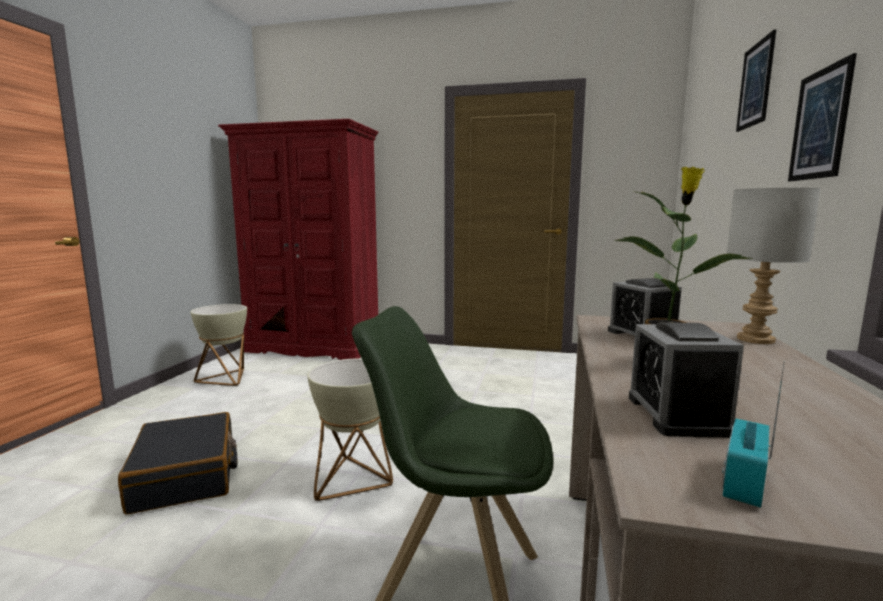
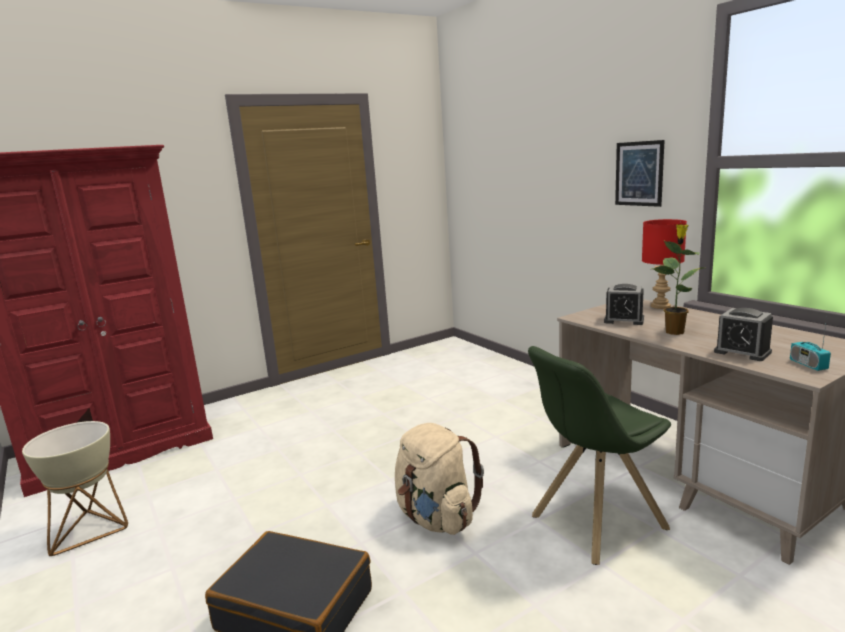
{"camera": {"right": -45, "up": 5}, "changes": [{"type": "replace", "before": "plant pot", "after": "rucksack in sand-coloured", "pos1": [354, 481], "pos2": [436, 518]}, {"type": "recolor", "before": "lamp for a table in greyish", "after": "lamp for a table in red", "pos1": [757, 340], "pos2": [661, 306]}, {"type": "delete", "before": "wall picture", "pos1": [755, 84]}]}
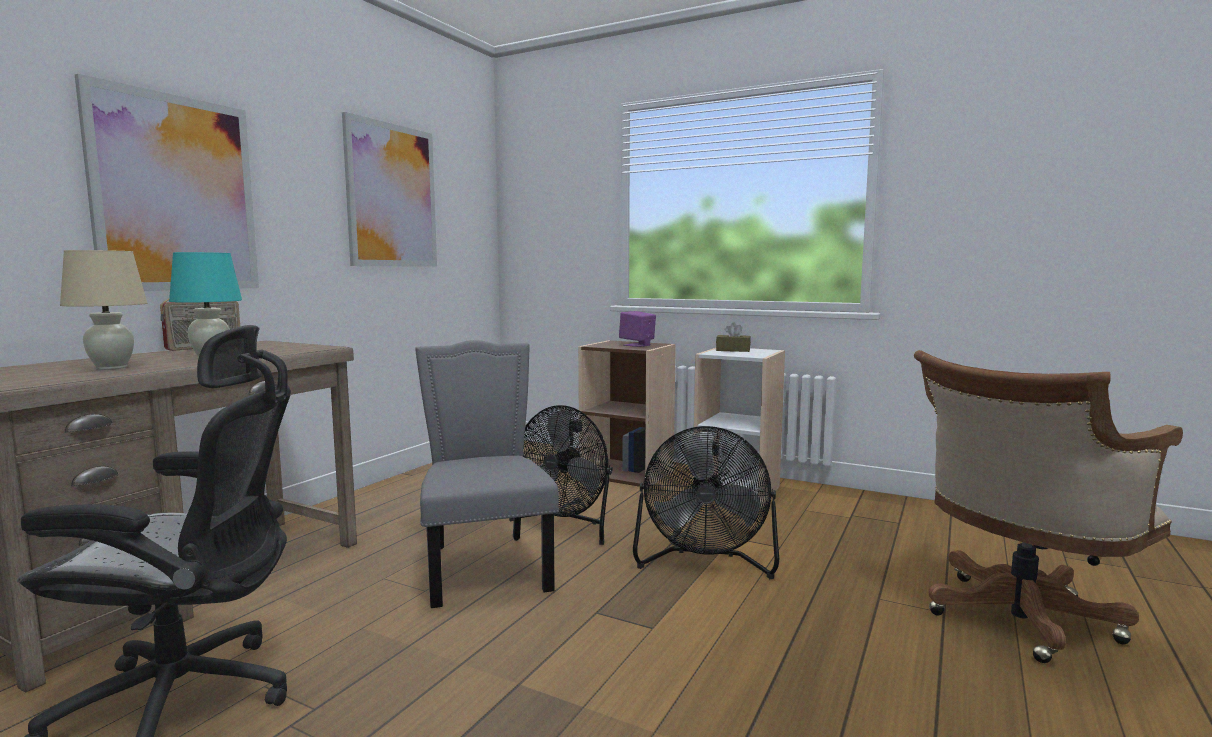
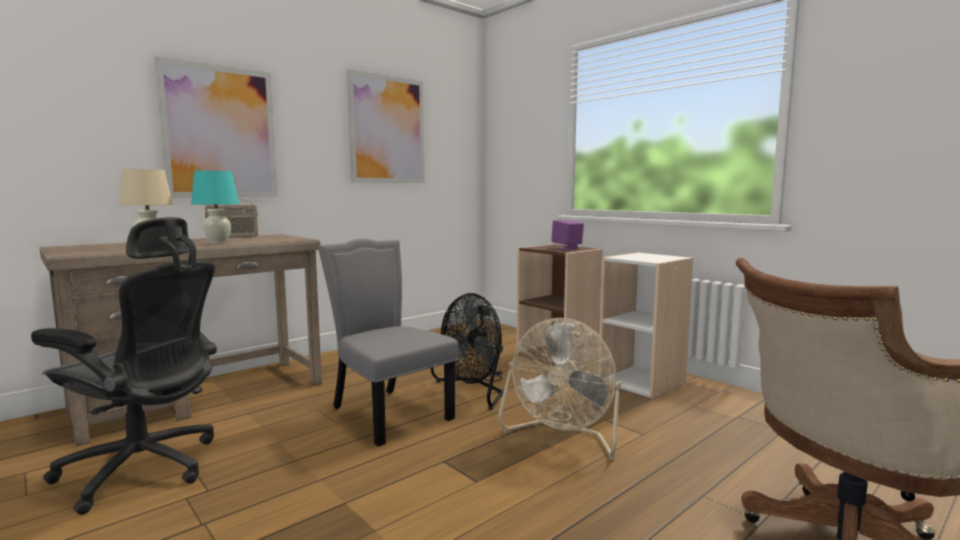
{"camera": {"right": 20, "up": 0}, "changes": [{"type": "rotate", "before": "upright chair in greyish", "pos1": [486, 570], "pos2": [390, 415], "turn": -45}, {"type": "recolor", "before": "electric fan in black-coloured", "after": "electric fan in sand-coloured", "pos1": [700, 561], "pos2": [560, 435]}, {"type": "delete", "before": "tissue holder in brownish", "pos1": [733, 350]}]}
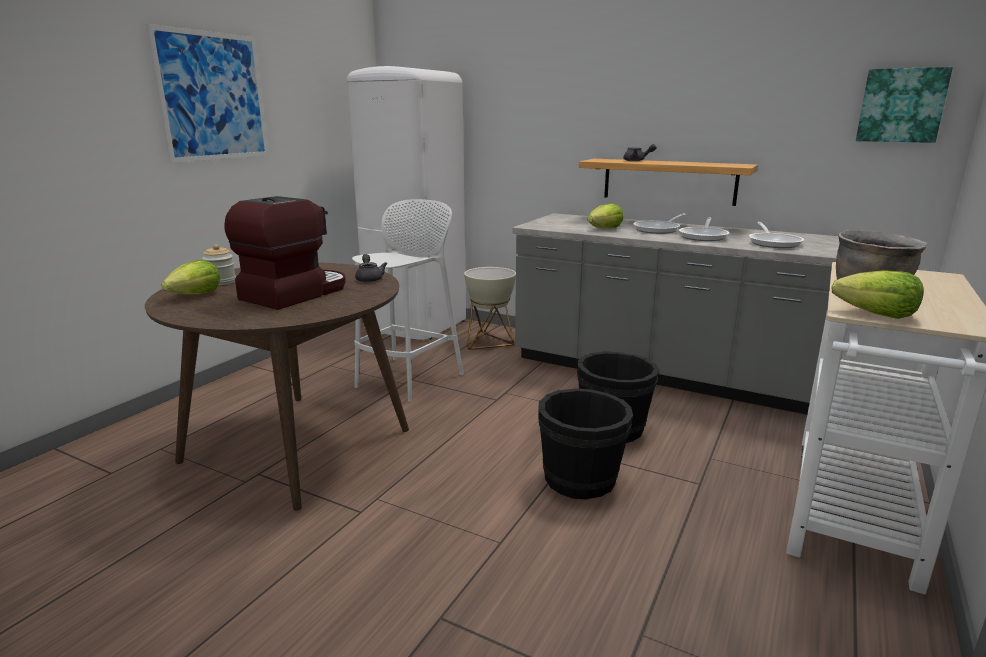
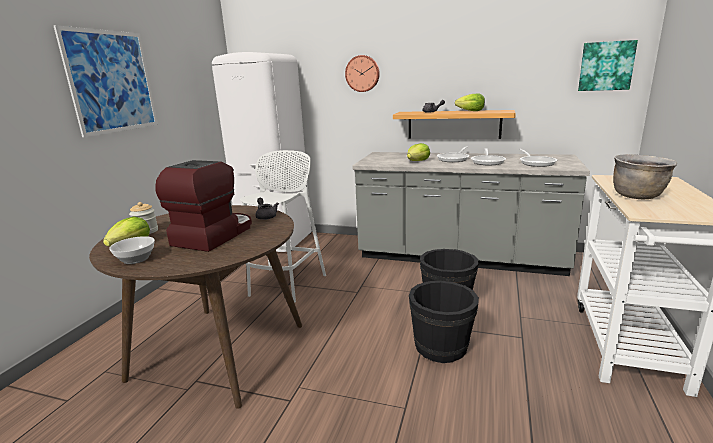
{"camera": {"right": -10, "up": 0}, "changes": [{"type": "insert", "after": "bowl", "pos2": [135, 259]}, {"type": "insert", "after": "wall clock", "pos2": [362, 73]}, {"type": "move", "before": "lettuce", "pos1": [876, 314], "pos2": [471, 111]}, {"type": "delete", "before": "plant pot", "pos1": [489, 342]}]}
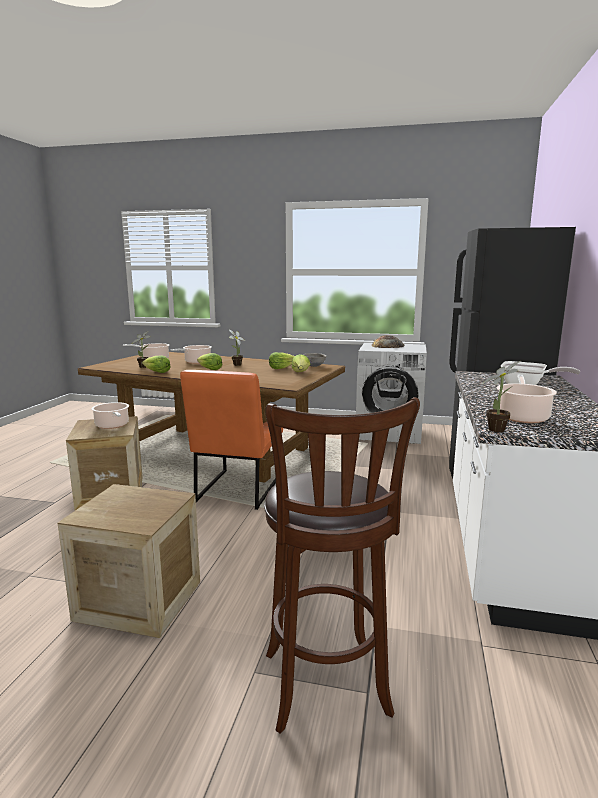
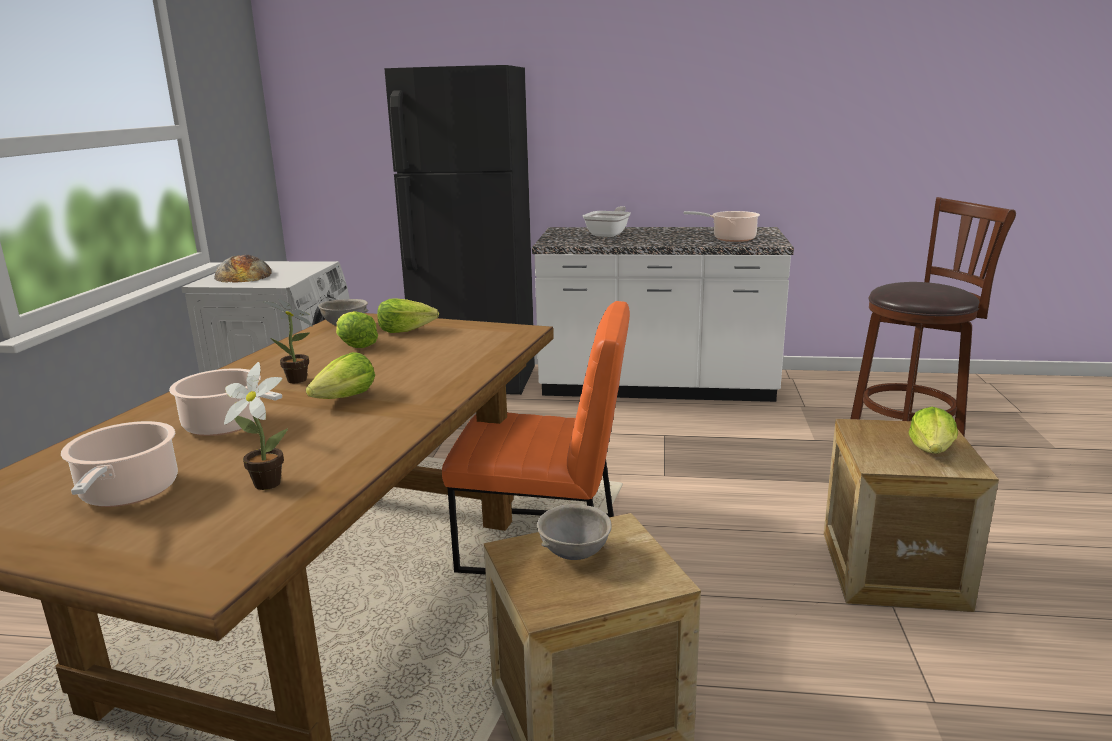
{"camera": {"right": -95, "up": 5}, "changes": [{"type": "replace", "before": "saucepot", "after": "bowl in greyish", "pos1": [112, 426], "pos2": [575, 554]}, {"type": "move", "before": "lettuce", "pos1": [156, 372], "pos2": [931, 451]}, {"type": "delete", "before": "potted plant", "pos1": [499, 429]}]}
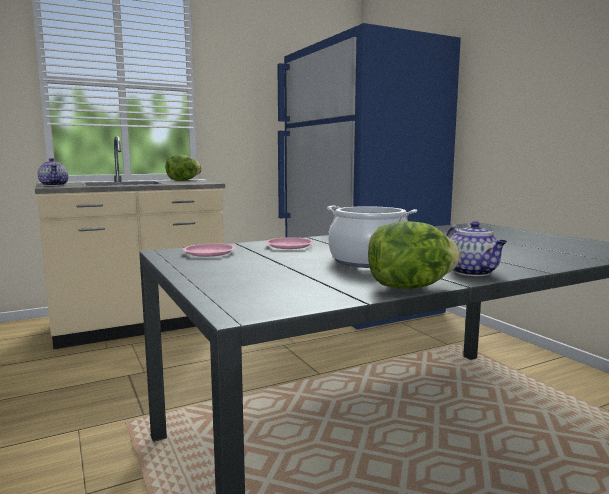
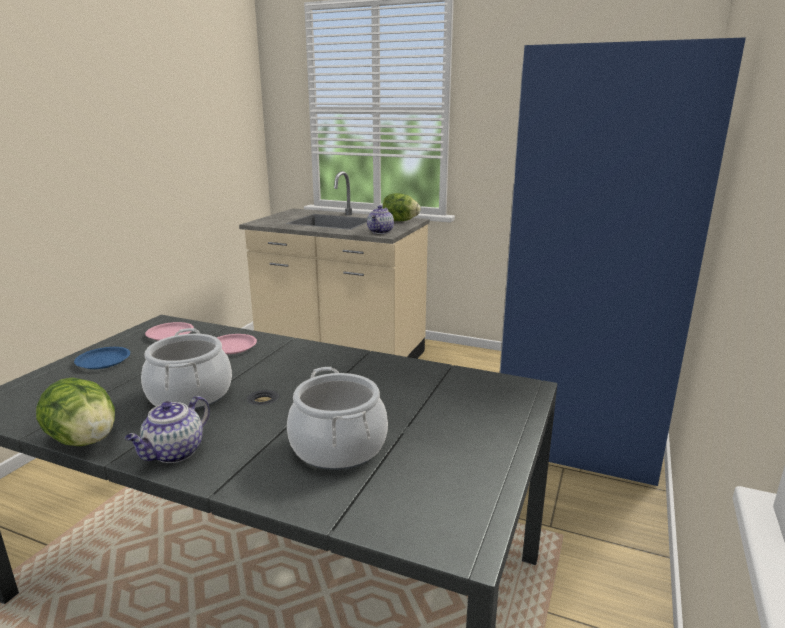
{"camera": {"right": 50, "up": 10}, "changes": [{"type": "insert", "after": "flat dish in blue", "pos2": [103, 361]}, {"type": "insert", "after": "saucepot", "pos2": [338, 446]}, {"type": "move", "before": "tea pot", "pos1": [55, 185], "pos2": [381, 232]}]}
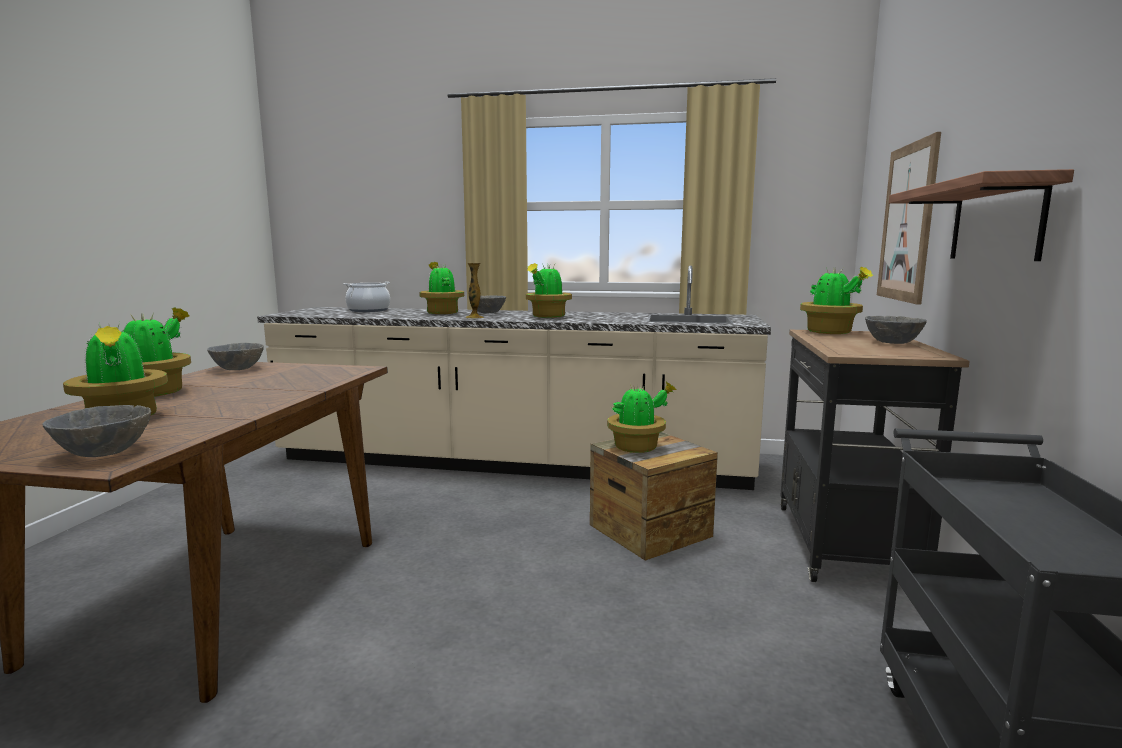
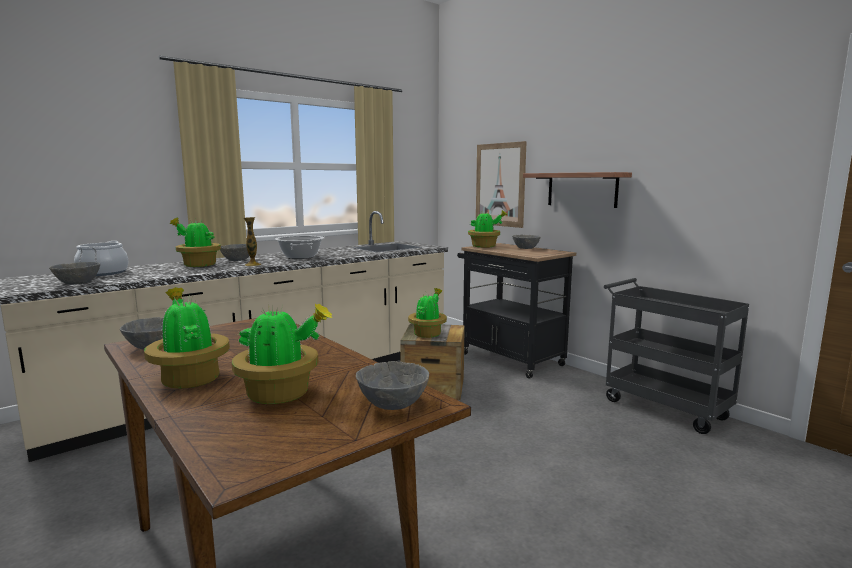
{"camera": {"right": -50, "up": 0}, "changes": [{"type": "insert", "after": "bowl in greyish", "pos2": [78, 283]}, {"type": "replace", "before": "potted plant", "after": "saucepot", "pos1": [547, 316], "pos2": [301, 257]}]}
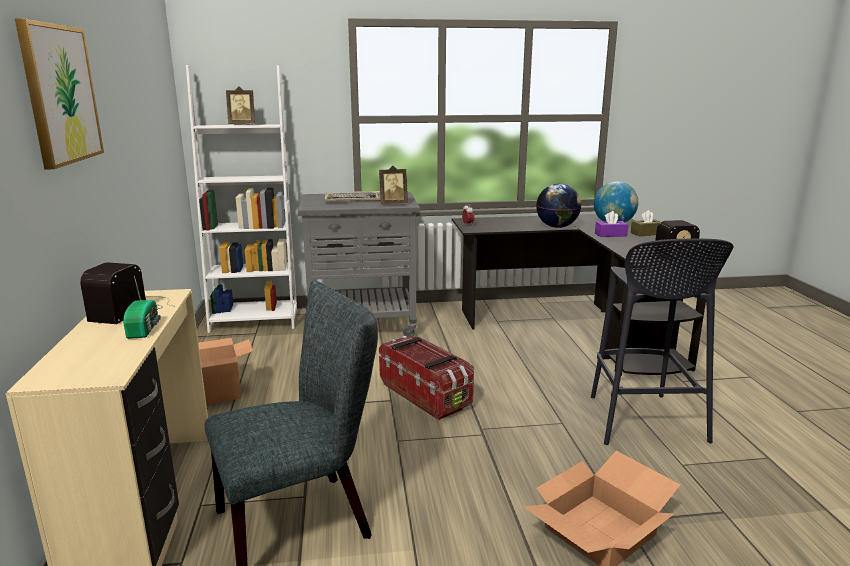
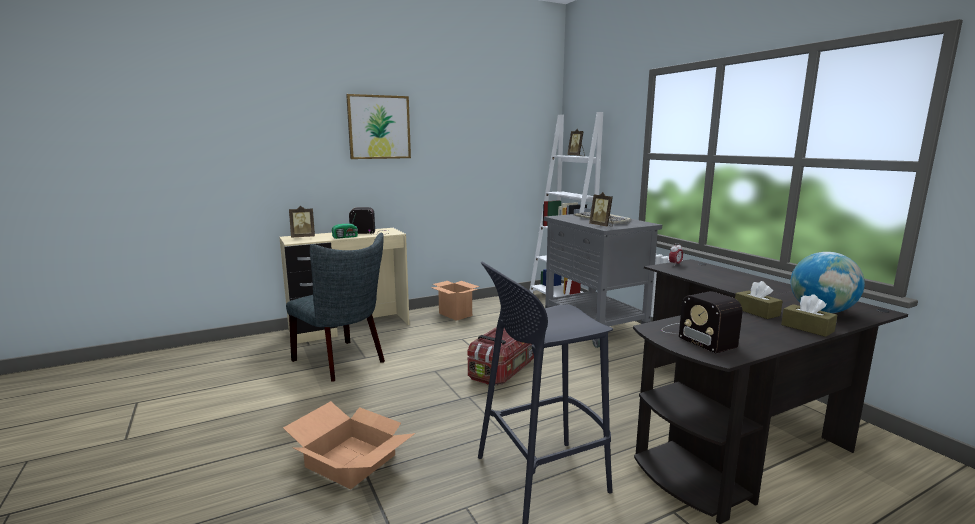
{"camera": {"right": 70, "up": -5}, "changes": [{"type": "insert", "after": "photo frame", "pos2": [303, 237]}, {"type": "recolor", "before": "tissue holder in purple", "after": "tissue holder in brownish", "pos1": [610, 235], "pos2": [756, 312]}, {"type": "delete", "before": "globe", "pos1": [557, 227]}]}
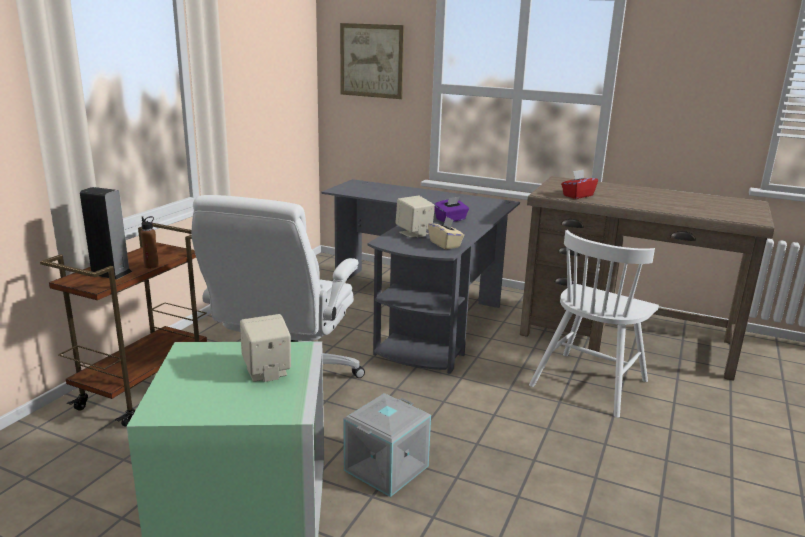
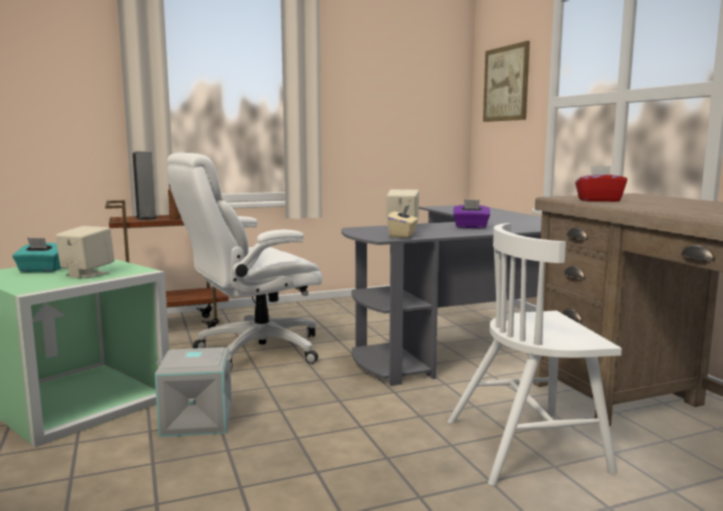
{"camera": {"right": 45, "up": -10}, "changes": [{"type": "insert", "after": "tissue holder in turquoise", "pos2": [41, 270]}]}
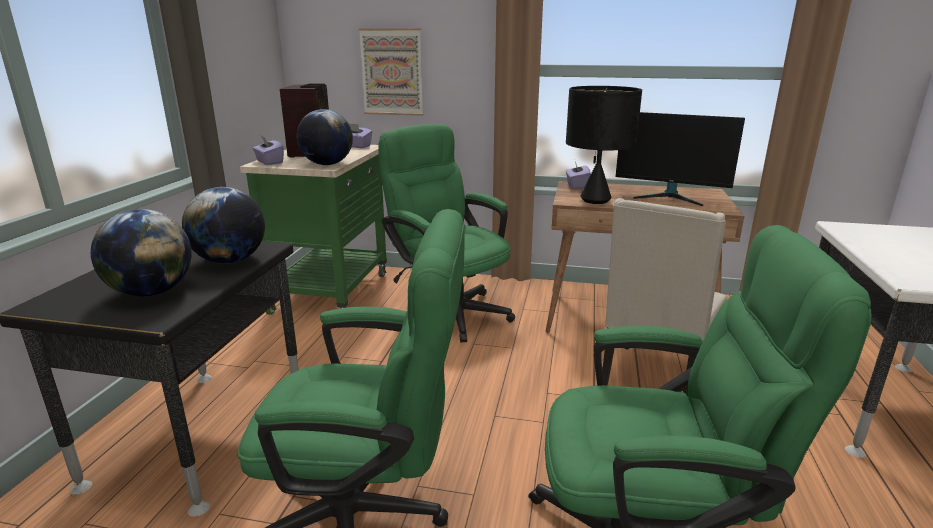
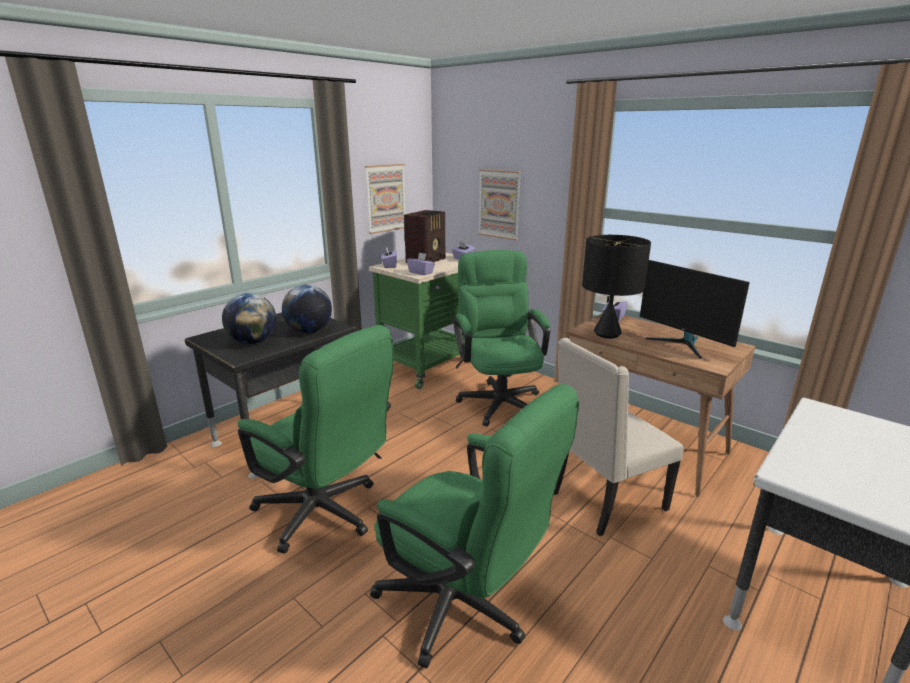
{"camera": {"right": 30, "up": 0}, "changes": [{"type": "insert", "after": "wall picture", "pos2": [385, 198]}, {"type": "replace", "before": "globe", "after": "tissue holder in purple", "pos1": [327, 164], "pos2": [421, 272]}]}
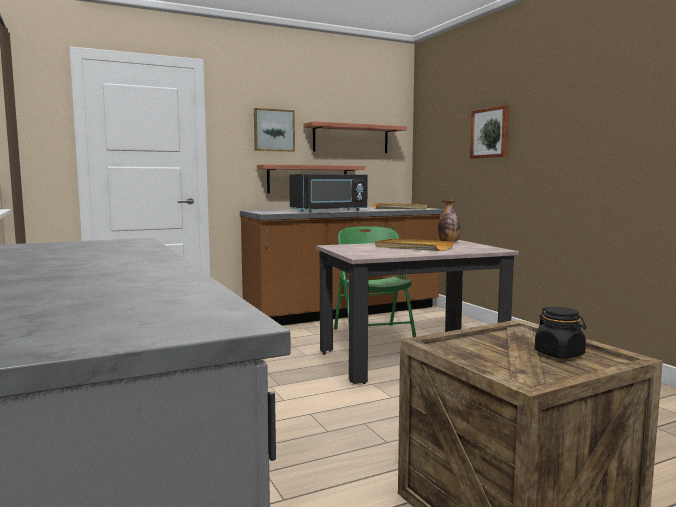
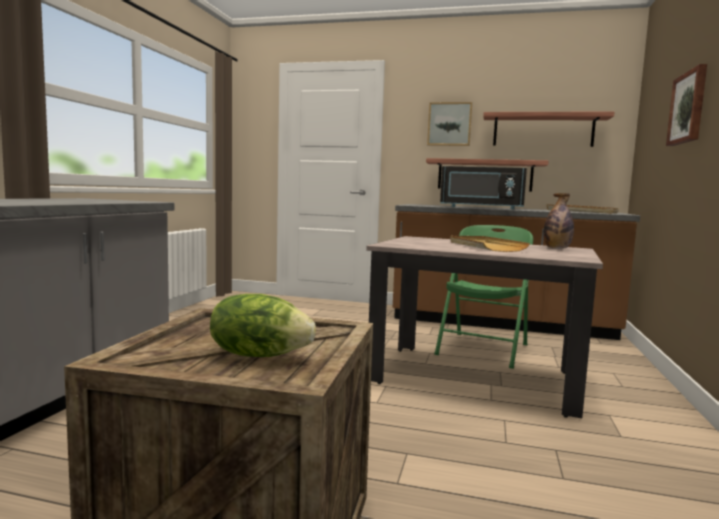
{"camera": {"right": 40, "up": 0}, "changes": [{"type": "replace", "before": "preserve jar in black-coloured", "after": "lettuce", "pos1": [559, 354], "pos2": [259, 354]}]}
